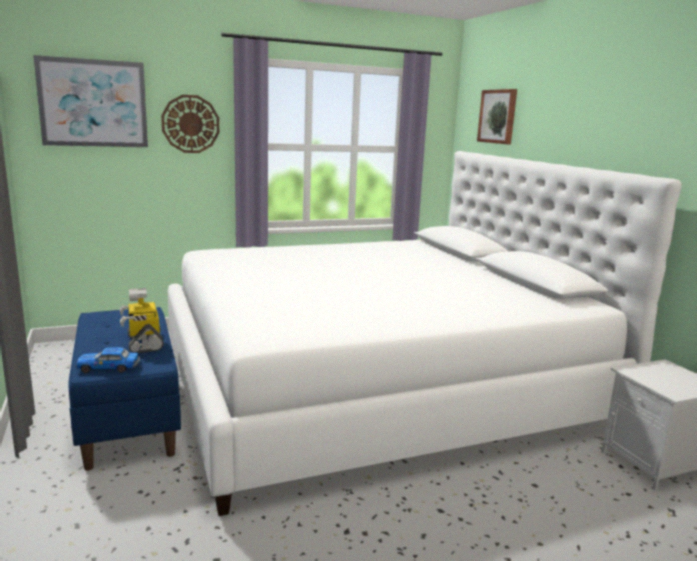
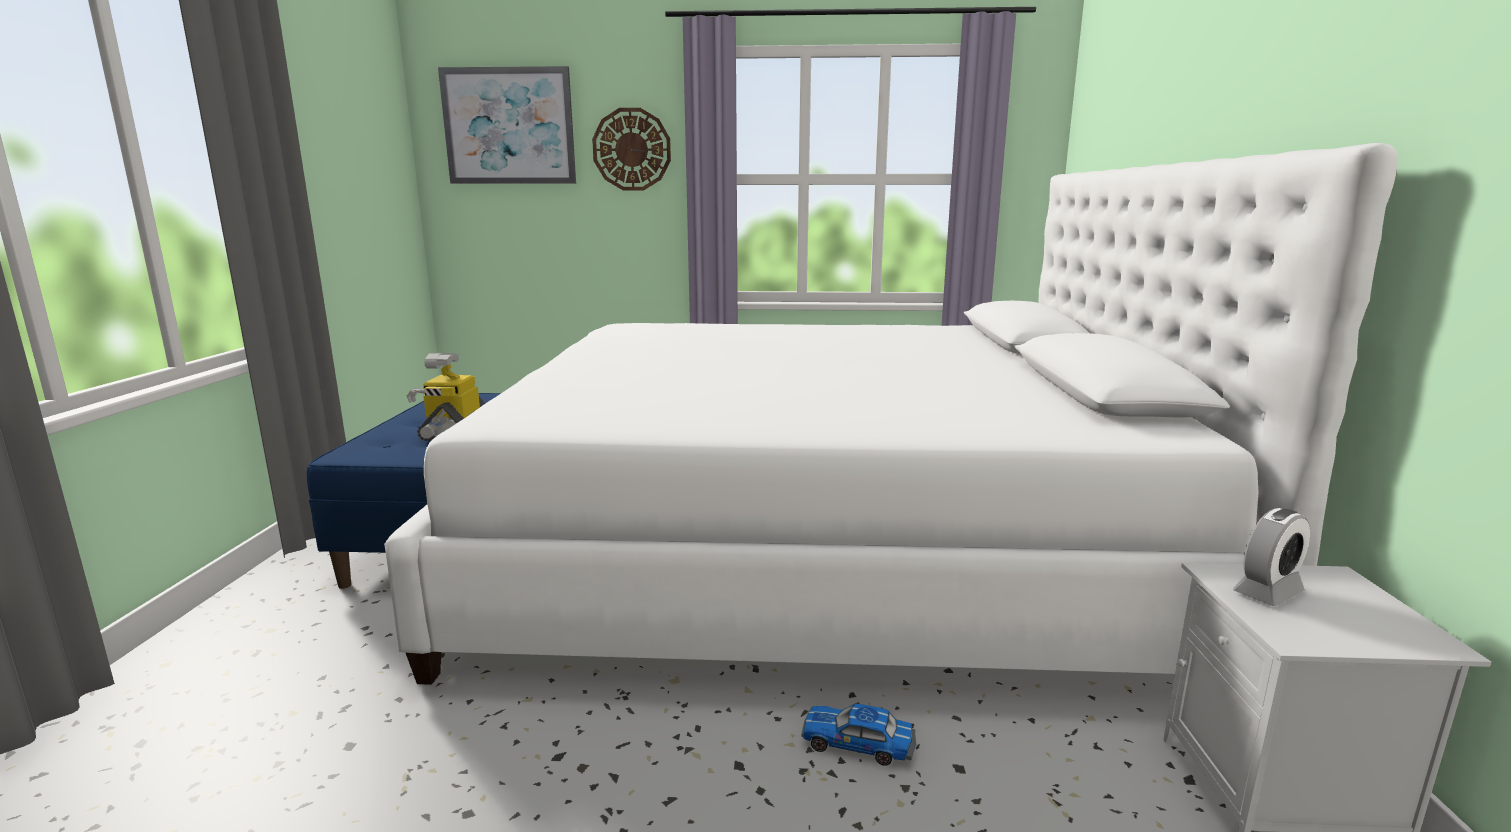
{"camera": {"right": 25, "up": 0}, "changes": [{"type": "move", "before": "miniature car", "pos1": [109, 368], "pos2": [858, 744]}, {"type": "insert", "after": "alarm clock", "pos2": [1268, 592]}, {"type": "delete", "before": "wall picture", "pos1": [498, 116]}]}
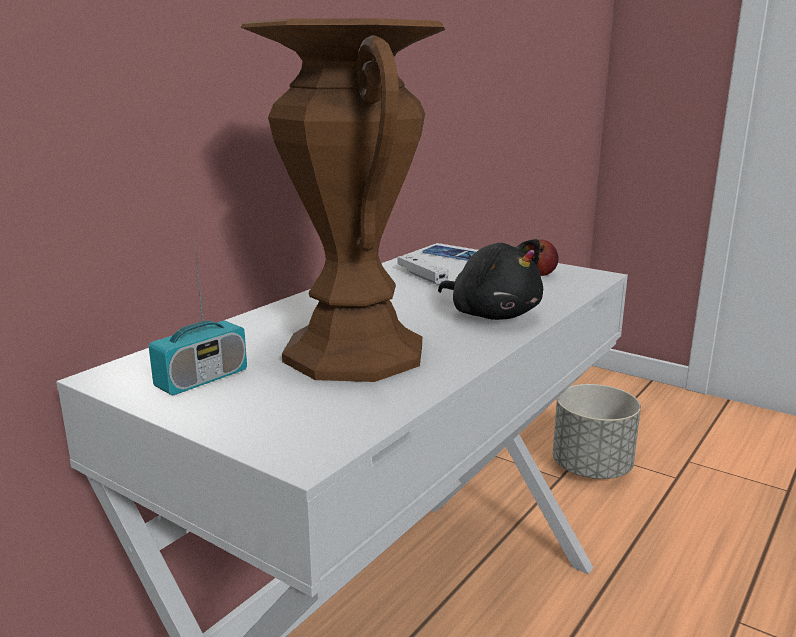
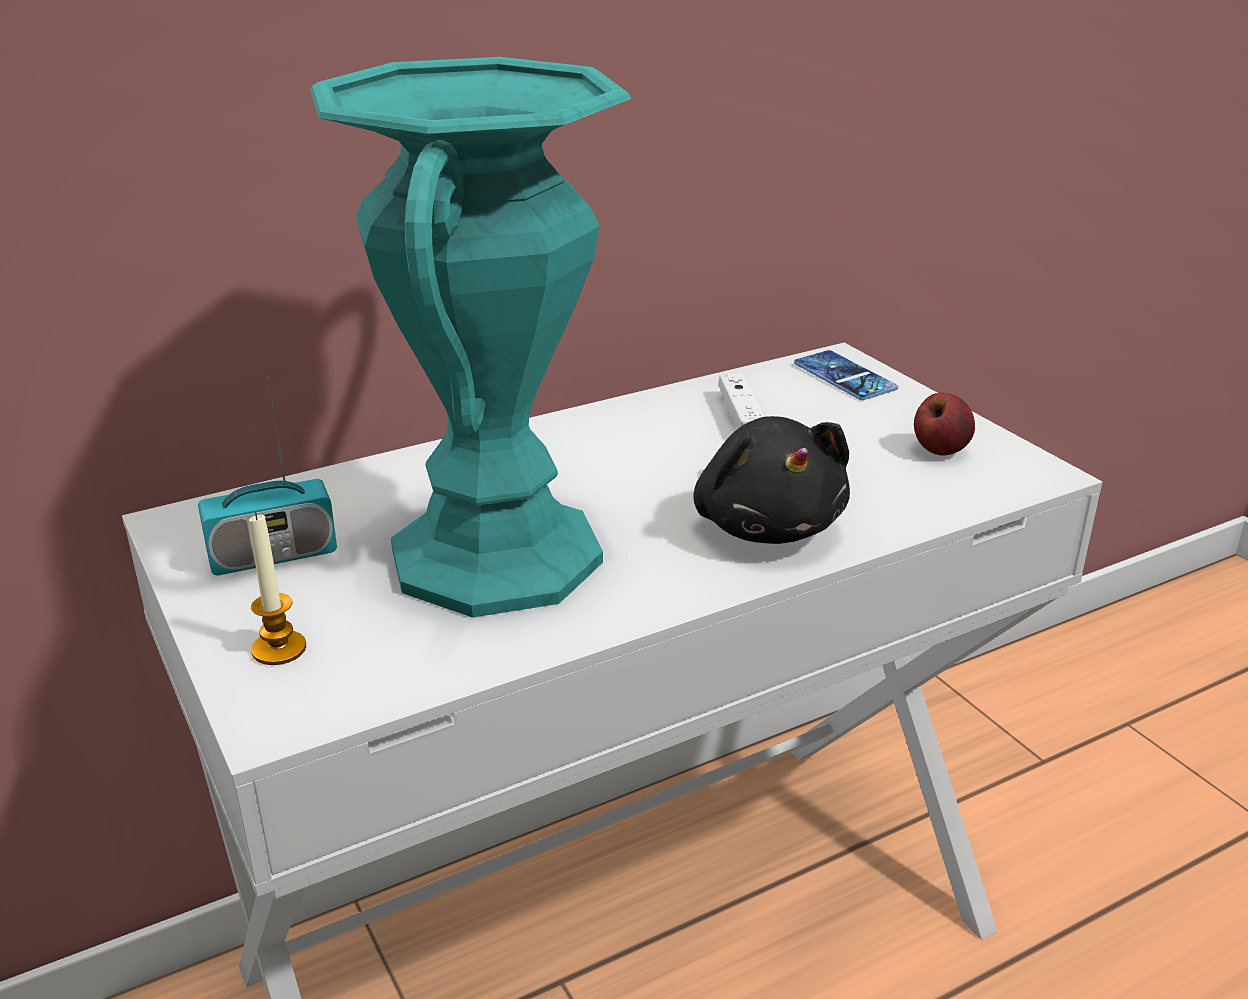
{"camera": {"right": 25, "up": 10}, "changes": [{"type": "insert", "after": "wax candle", "pos2": [279, 649]}, {"type": "recolor", "before": "decorative vase in brownish", "after": "decorative vase in turquoise", "pos1": [355, 353], "pos2": [497, 556]}, {"type": "delete", "before": "plant pot in greyish", "pos1": [591, 468]}]}
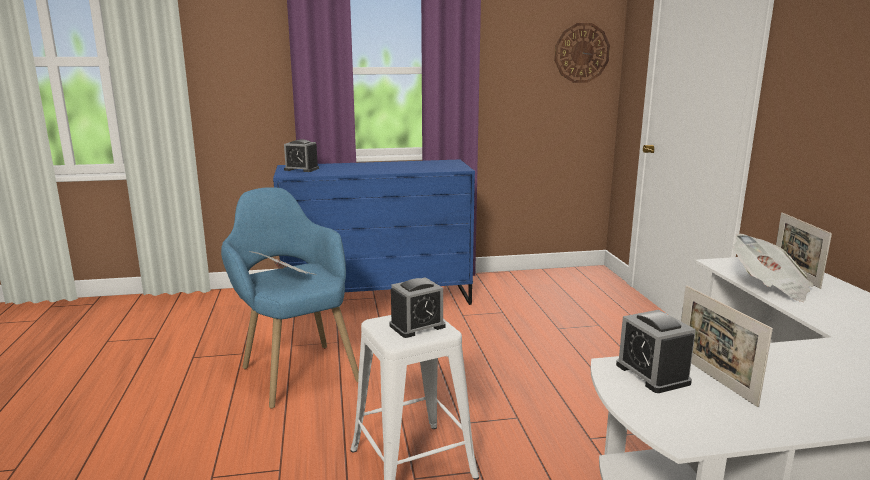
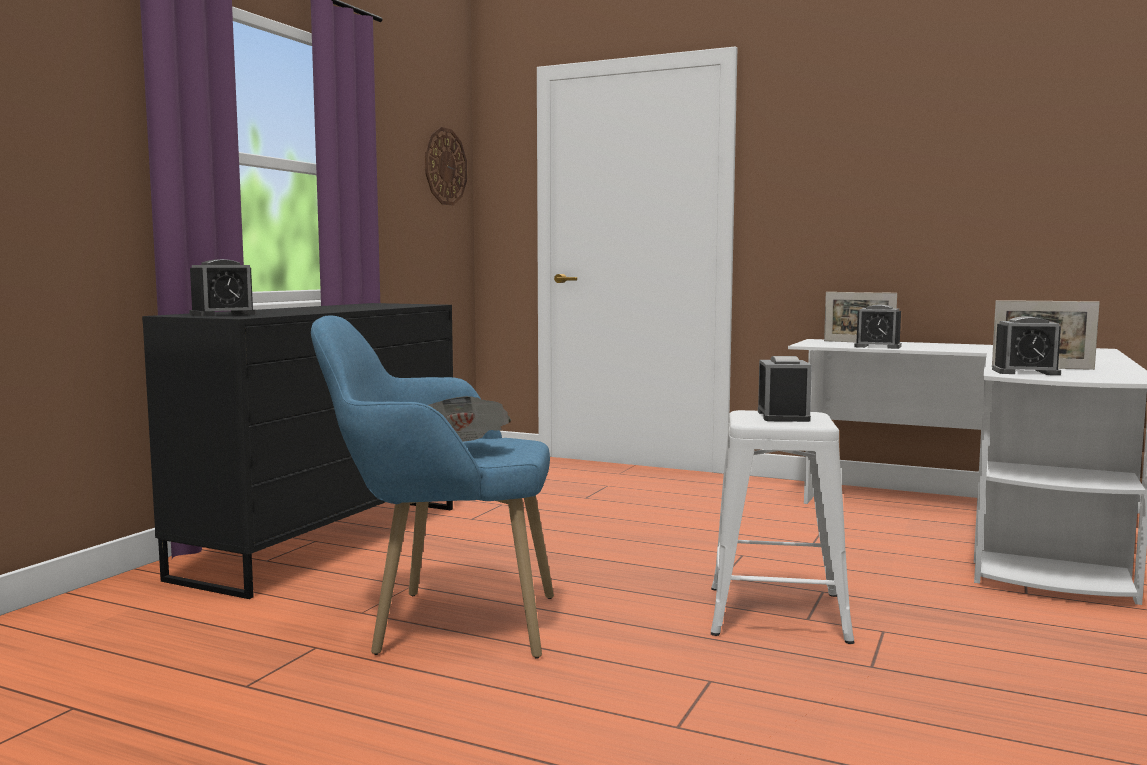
{"camera": {"right": -55, "up": -10}, "changes": [{"type": "recolor", "before": "chest of drawers in blue", "after": "chest of drawers in black-coloured", "pos1": [377, 299], "pos2": [324, 540]}, {"type": "replace", "before": "newspaper", "after": "alarm clock", "pos1": [769, 287], "pos2": [877, 346]}]}
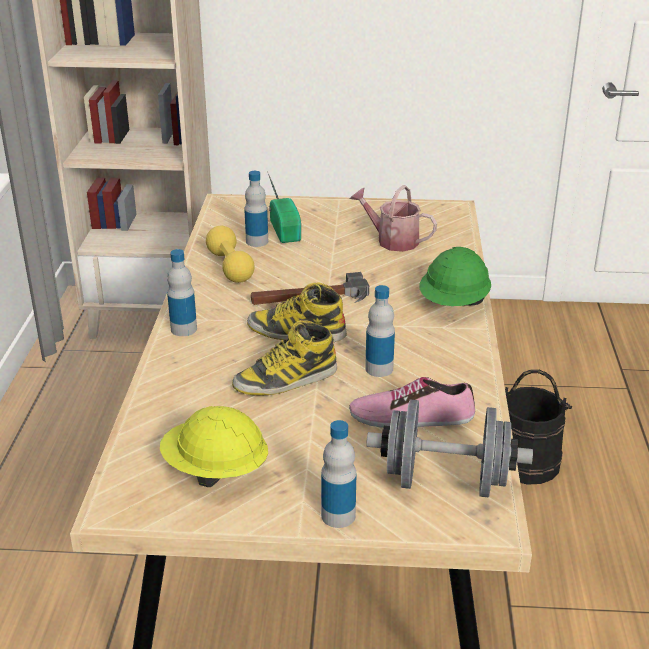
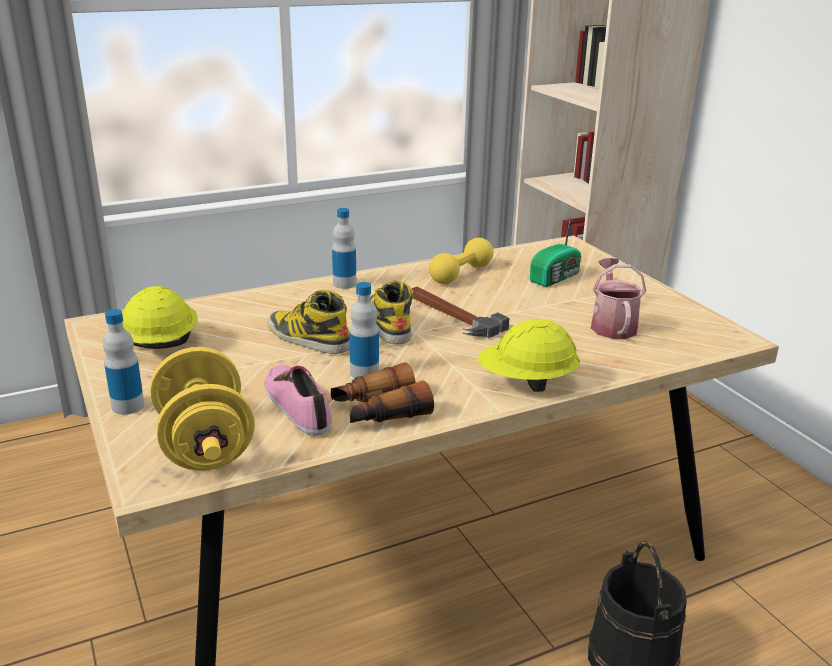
{"camera": {"right": 60, "up": -5}, "changes": [{"type": "recolor", "before": "free weight in greyish", "after": "free weight in yellow", "pos1": [445, 482], "pos2": [205, 445]}, {"type": "insert", "after": "pair of binoculars", "pos2": [379, 411]}, {"type": "recolor", "before": "safety helmet in greenish", "after": "safety helmet in yellow", "pos1": [454, 304], "pos2": [526, 383]}, {"type": "delete", "before": "drink bottle", "pos1": [257, 241]}]}
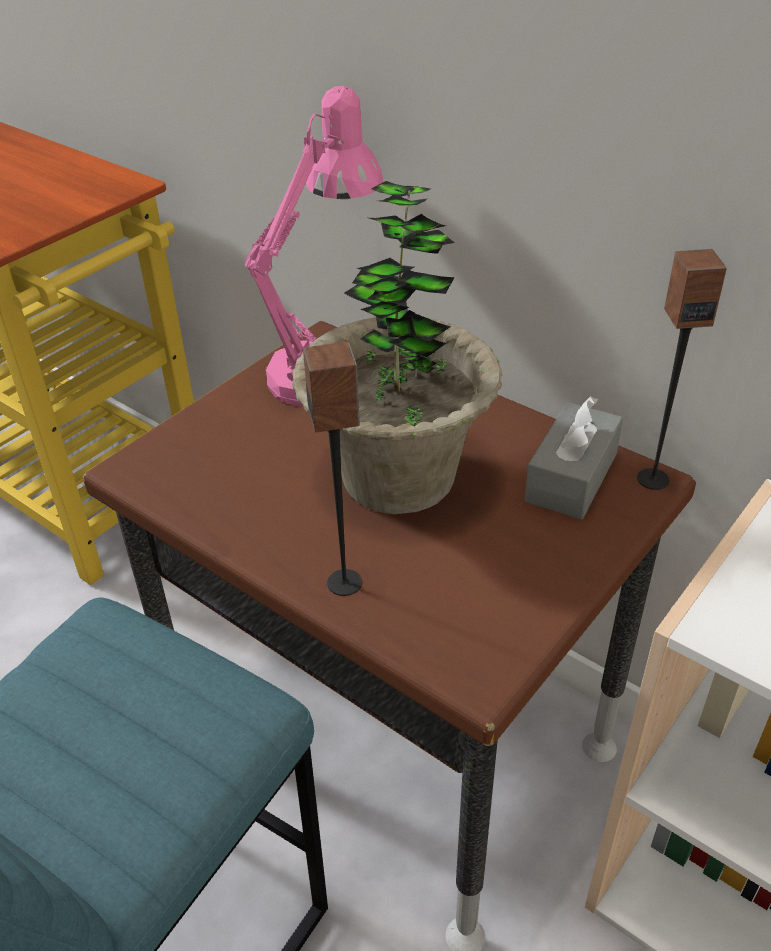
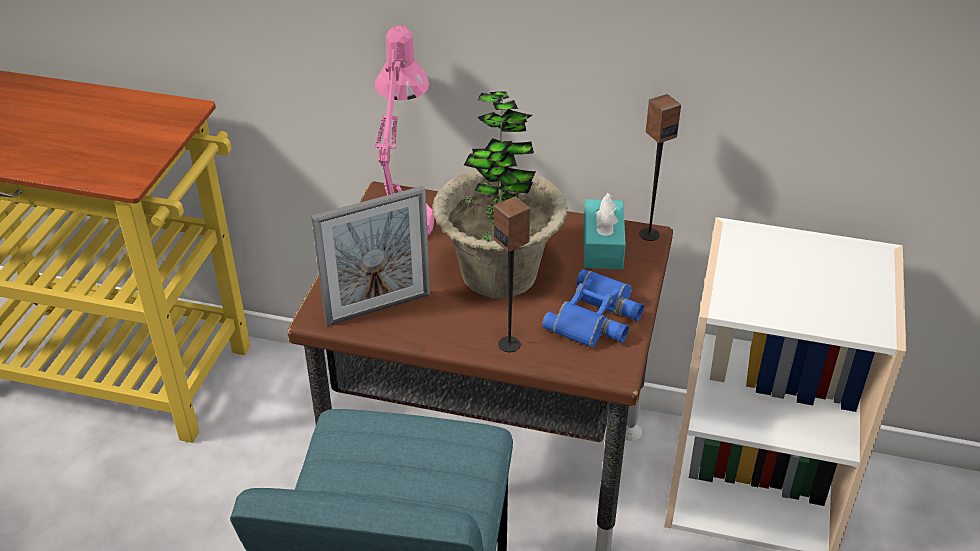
{"camera": {"right": -25, "up": 0}, "changes": [{"type": "insert", "after": "photo frame", "pos2": [378, 308]}, {"type": "insert", "after": "pair of binoculars in blue", "pos2": [597, 318]}, {"type": "recolor", "before": "tissue holder in greyish", "after": "tissue holder in turquoise", "pos1": [571, 477], "pos2": [602, 246]}]}
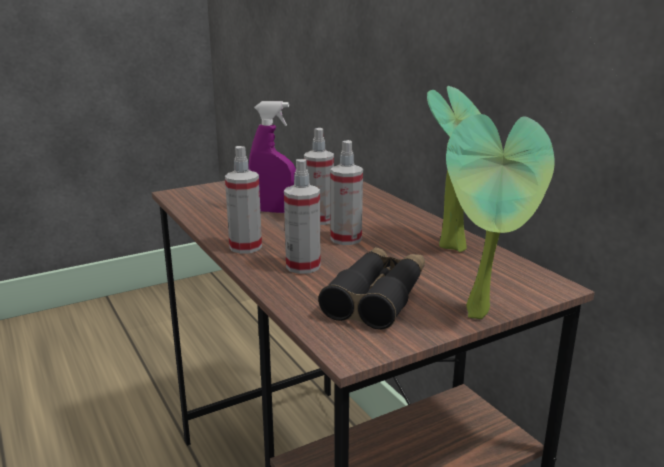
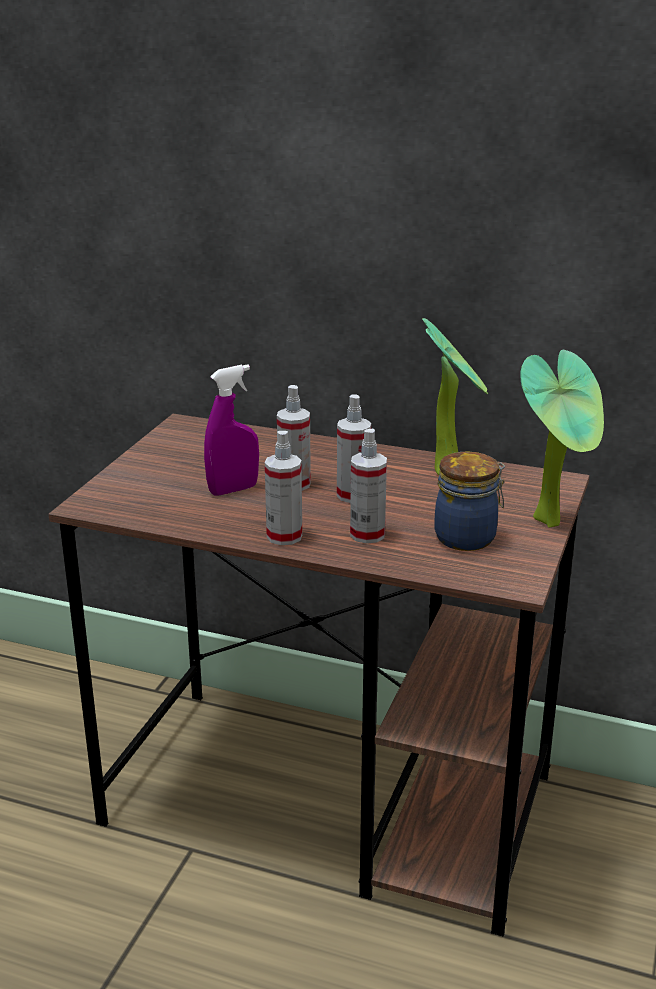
{"camera": {"right": -40, "up": 5}, "changes": [{"type": "replace", "before": "pair of binoculars in black-coloured", "after": "preserve jar", "pos1": [377, 297], "pos2": [468, 537]}]}
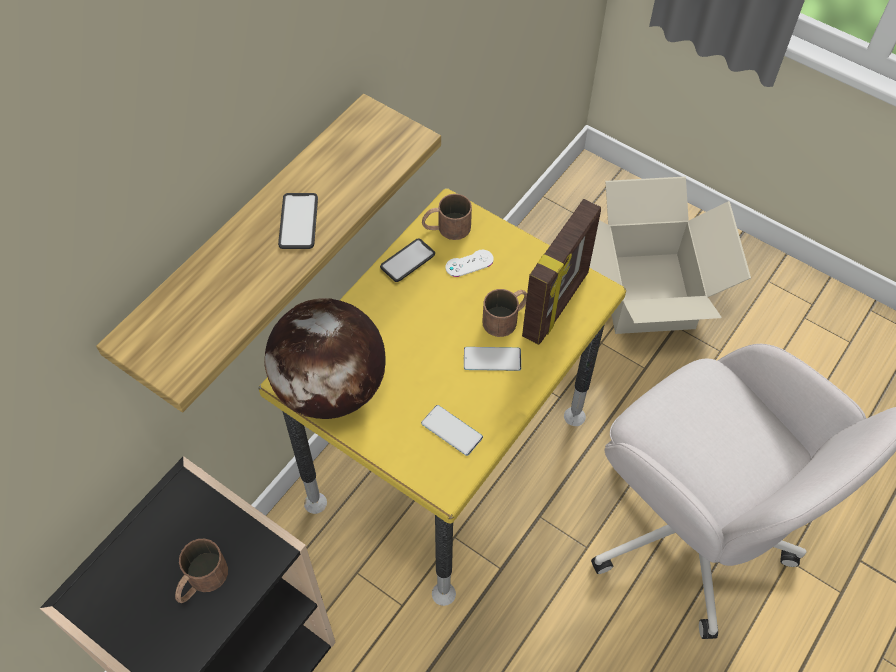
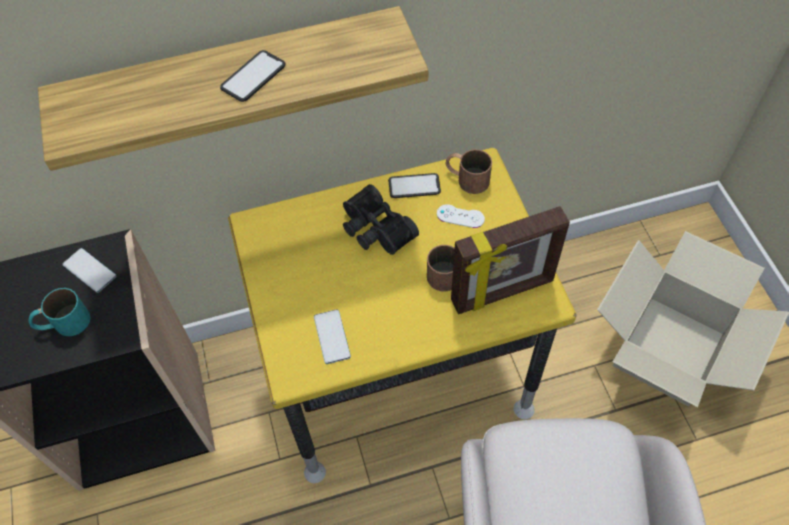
{"camera": {"right": 40, "up": 0}, "changes": [{"type": "recolor", "before": "tea mug in brownish", "after": "tea mug in turquoise", "pos1": [201, 581], "pos2": [63, 323]}, {"type": "move", "before": "handset", "pos1": [492, 359], "pos2": [89, 270]}, {"type": "insert", "after": "pair of binoculars in black-coloured", "pos2": [374, 230]}, {"type": "delete", "before": "globe", "pos1": [331, 389]}]}
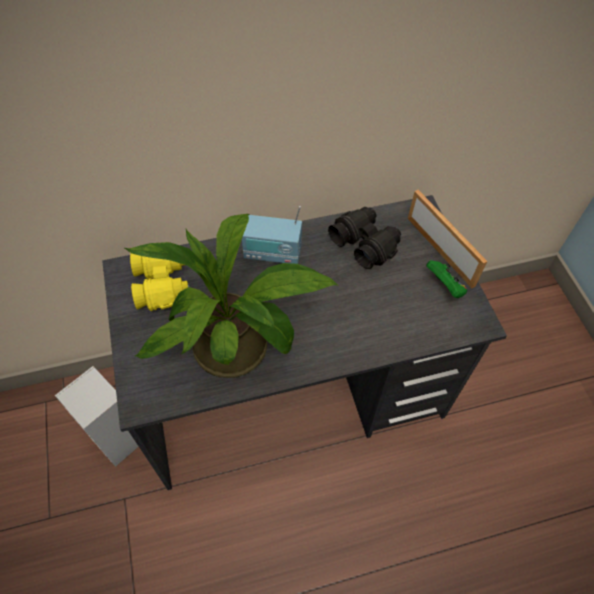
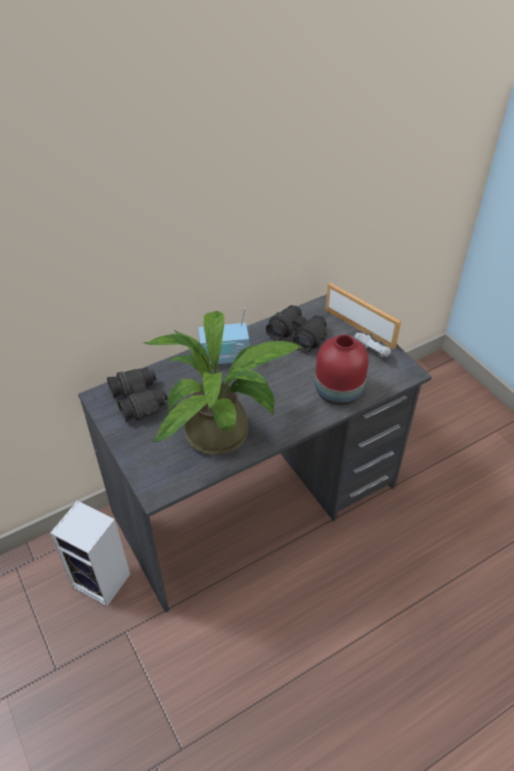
{"camera": {"right": -15, "up": -10}, "changes": [{"type": "recolor", "before": "pair of binoculars in yellow", "after": "pair of binoculars in black-coloured", "pos1": [162, 284], "pos2": [139, 400]}, {"type": "insert", "after": "decorative vase in red", "pos2": [337, 391]}, {"type": "recolor", "before": "joypad in greenish", "after": "joypad in white-coloured", "pos1": [445, 287], "pos2": [372, 353]}]}
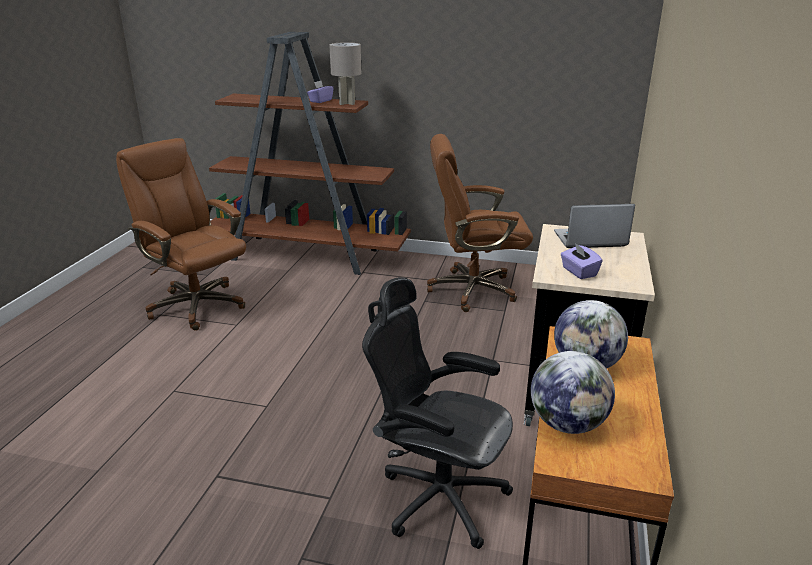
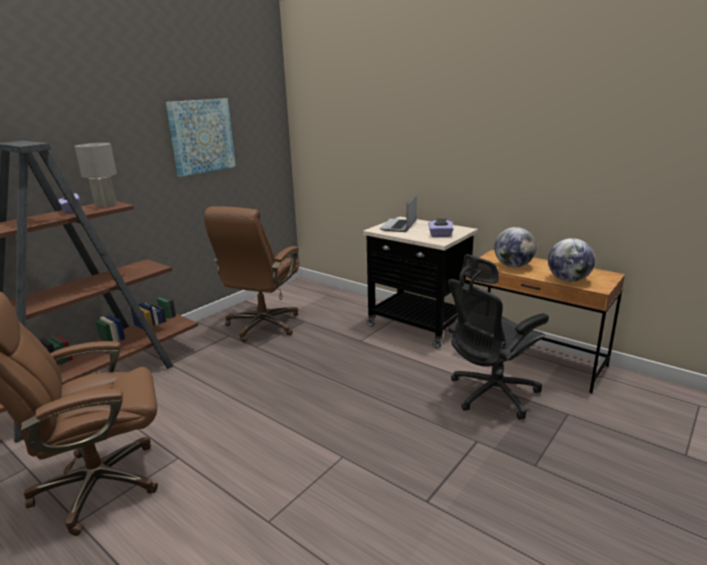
{"camera": {"right": -65, "up": -5}, "changes": [{"type": "insert", "after": "wall picture", "pos2": [201, 136]}]}
